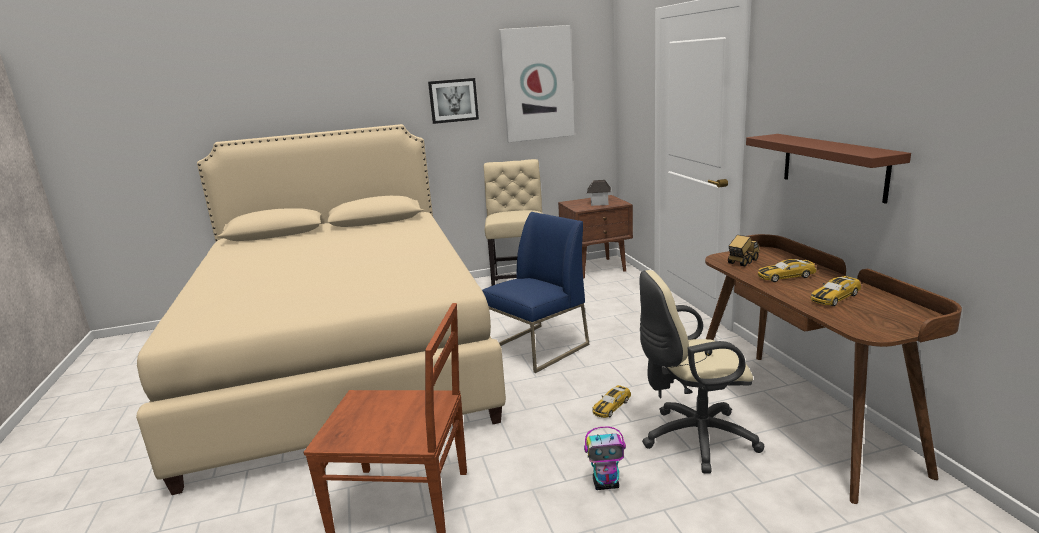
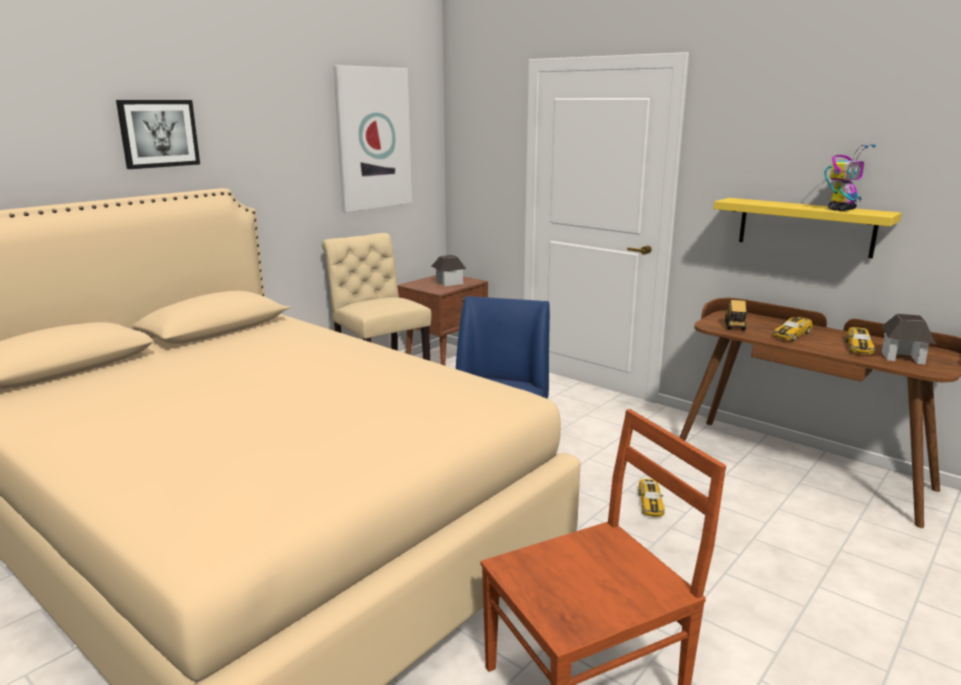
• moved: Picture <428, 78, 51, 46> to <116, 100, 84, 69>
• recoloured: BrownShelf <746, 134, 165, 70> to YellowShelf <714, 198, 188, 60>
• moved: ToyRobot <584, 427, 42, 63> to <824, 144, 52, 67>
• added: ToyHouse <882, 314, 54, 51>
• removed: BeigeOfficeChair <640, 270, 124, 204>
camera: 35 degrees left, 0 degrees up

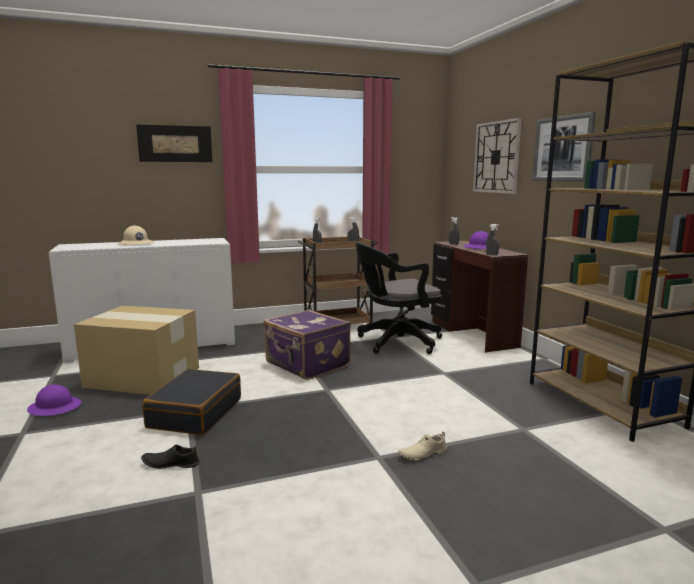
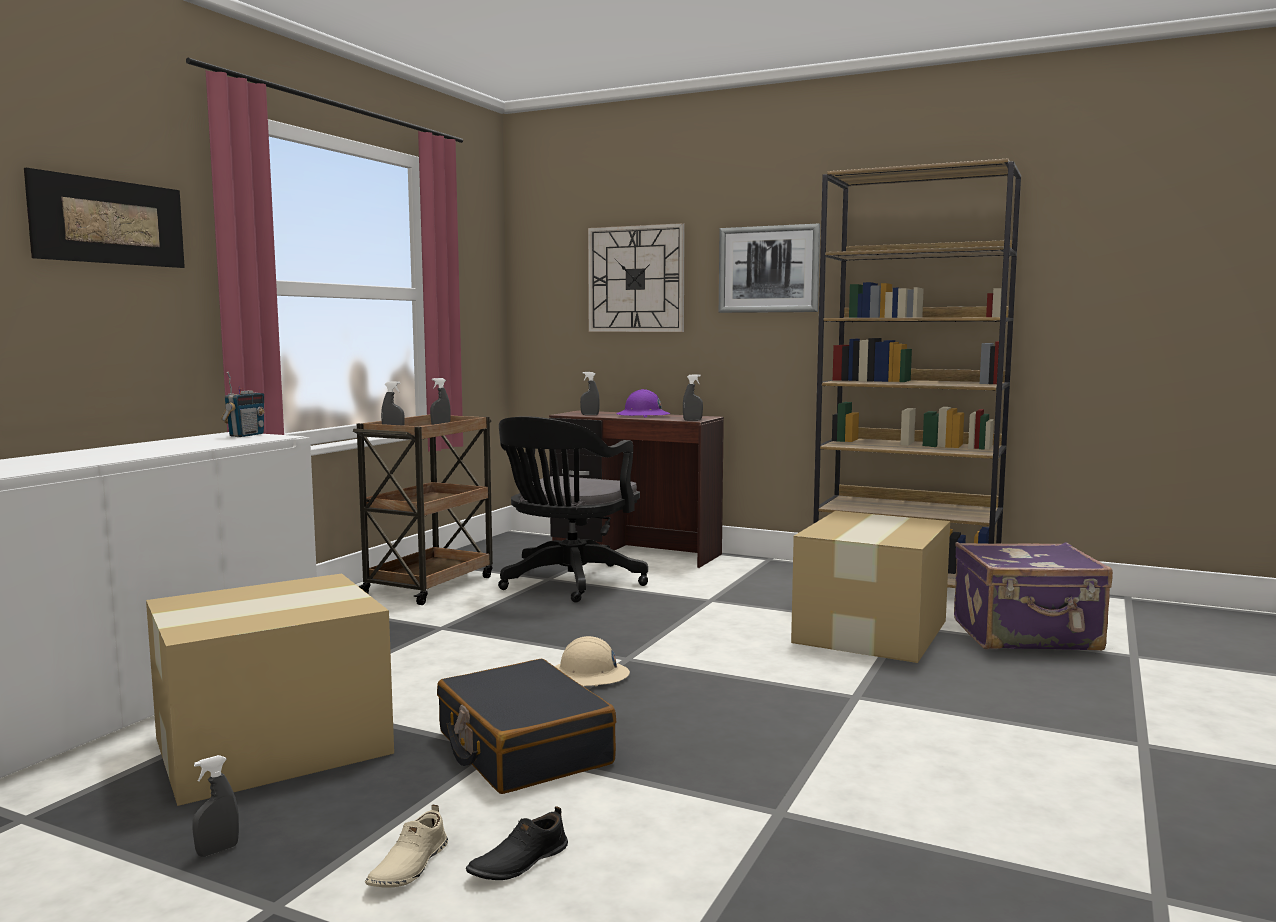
• replaced: PurpleHardHat <27, 384, 54, 32> to GreySprayBottle <192, 755, 47, 102>
• added: Radio <221, 372, 43, 65>
• moved: BeigeShoe <398, 432, 49, 29> to <365, 804, 83, 84>
• moved: BlackShoe <141, 444, 58, 25> to <466, 806, 102, 74>
• moved: BeigeHardHat <117, 225, 37, 21> to <555, 636, 75, 50>
• added: CardboardBox <791, 511, 159, 152>
• moved: PurpleSuitcase <263, 310, 88, 70> to <954, 542, 159, 109>
camera: 45 degrees left, 5 degrees down

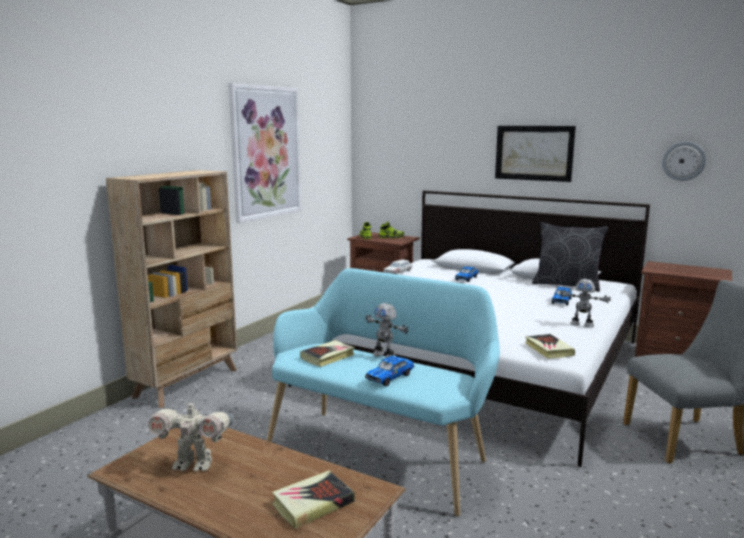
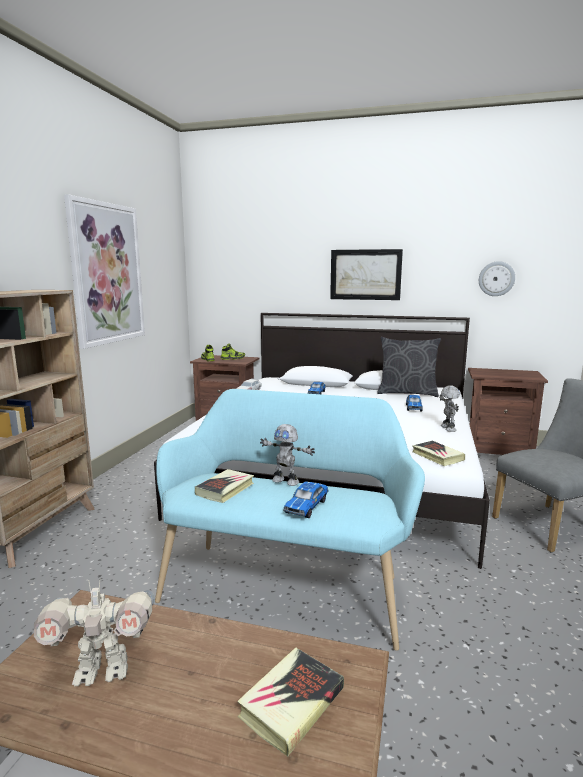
• turned: ToyRobot <559, 279, 52, 48> = <439, 385, 21, 47> 105 degrees counterclockwise
camera: 15 degrees left, 0 degrees up

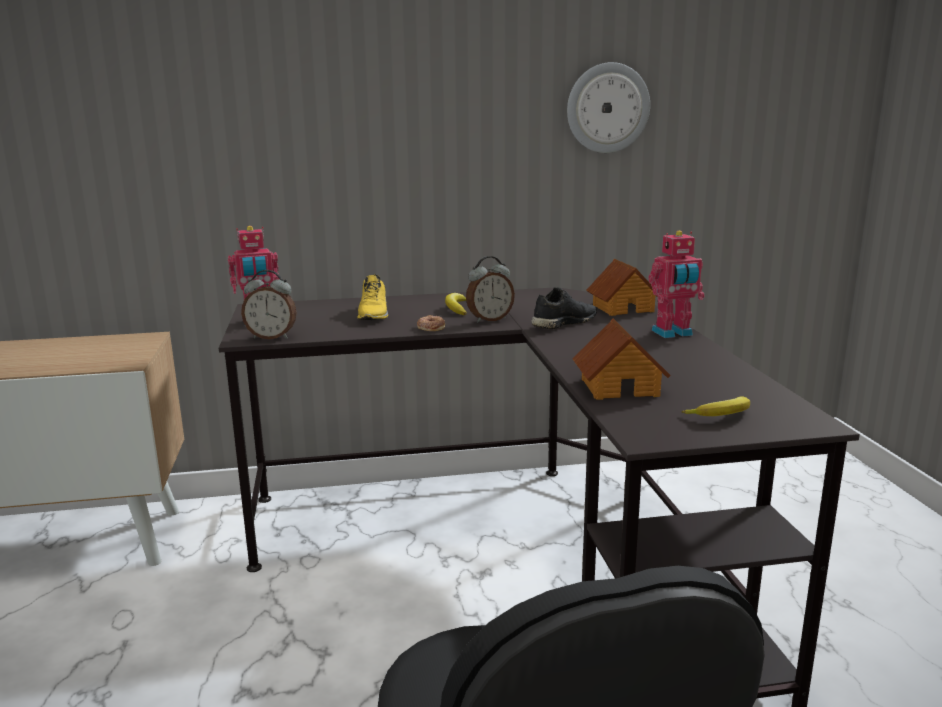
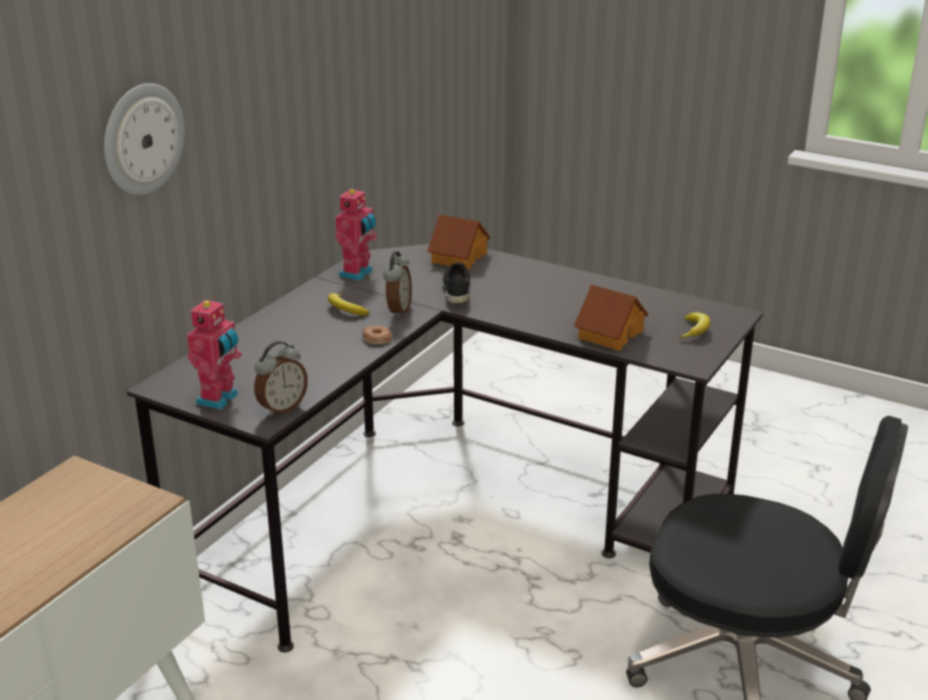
• moved: WallClock <567, 62, 83, 91> to <104, 83, 81, 112>
• moved: ToyRobot <648, 231, 57, 107> to <335, 187, 42, 94>
• removed: YellowShoe <357, 274, 31, 46>
camera: 50 degrees left, 10 degrees up

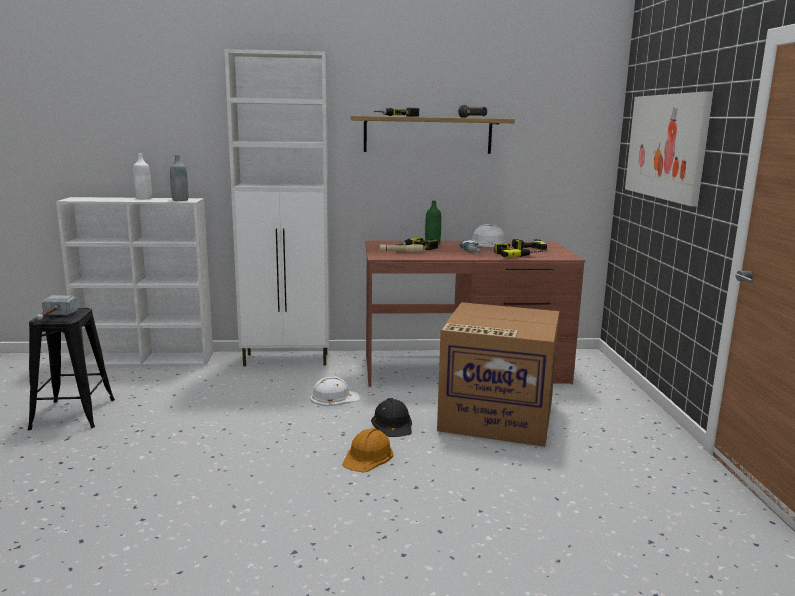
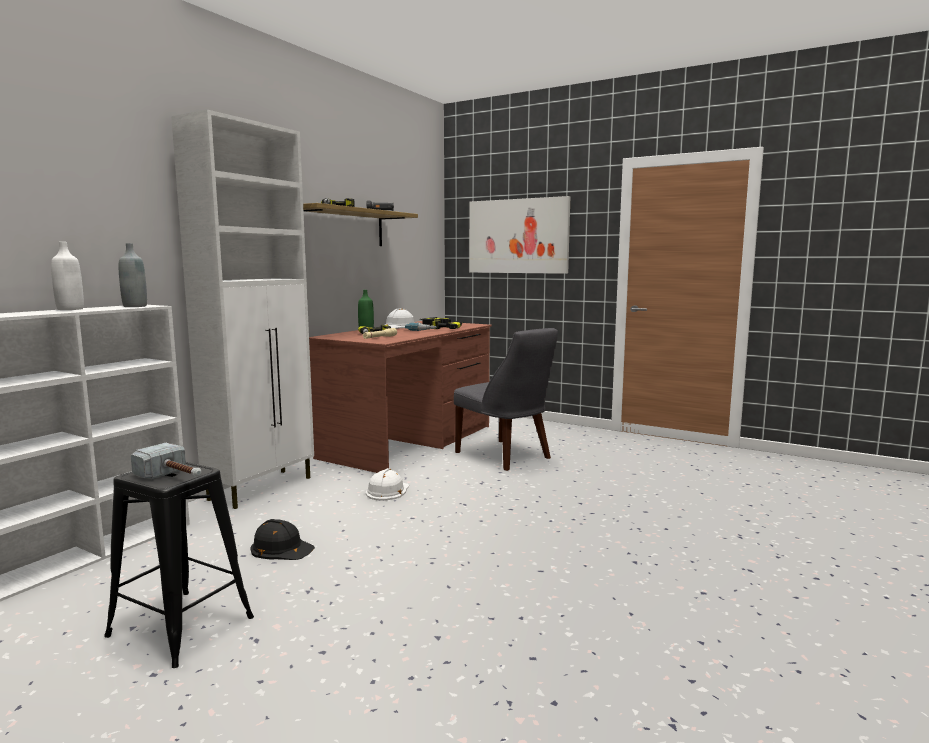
• moved: BlackHardHat <371, 398, 41, 39> to <251, 519, 64, 41>
• replaced: CardboardBox <437, 302, 122, 145> to GreyChair <454, 328, 104, 143>
• removed: OrangeHardHat <342, 428, 51, 45>
camera: 55 degrees left, 5 degrees down

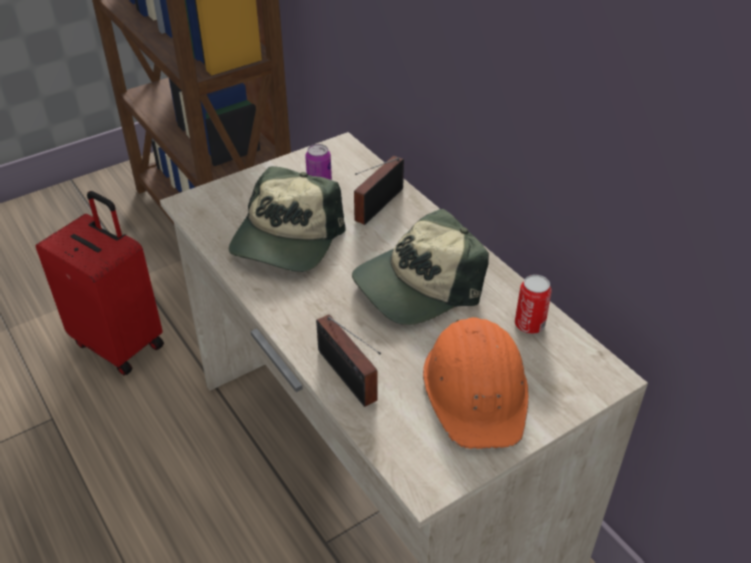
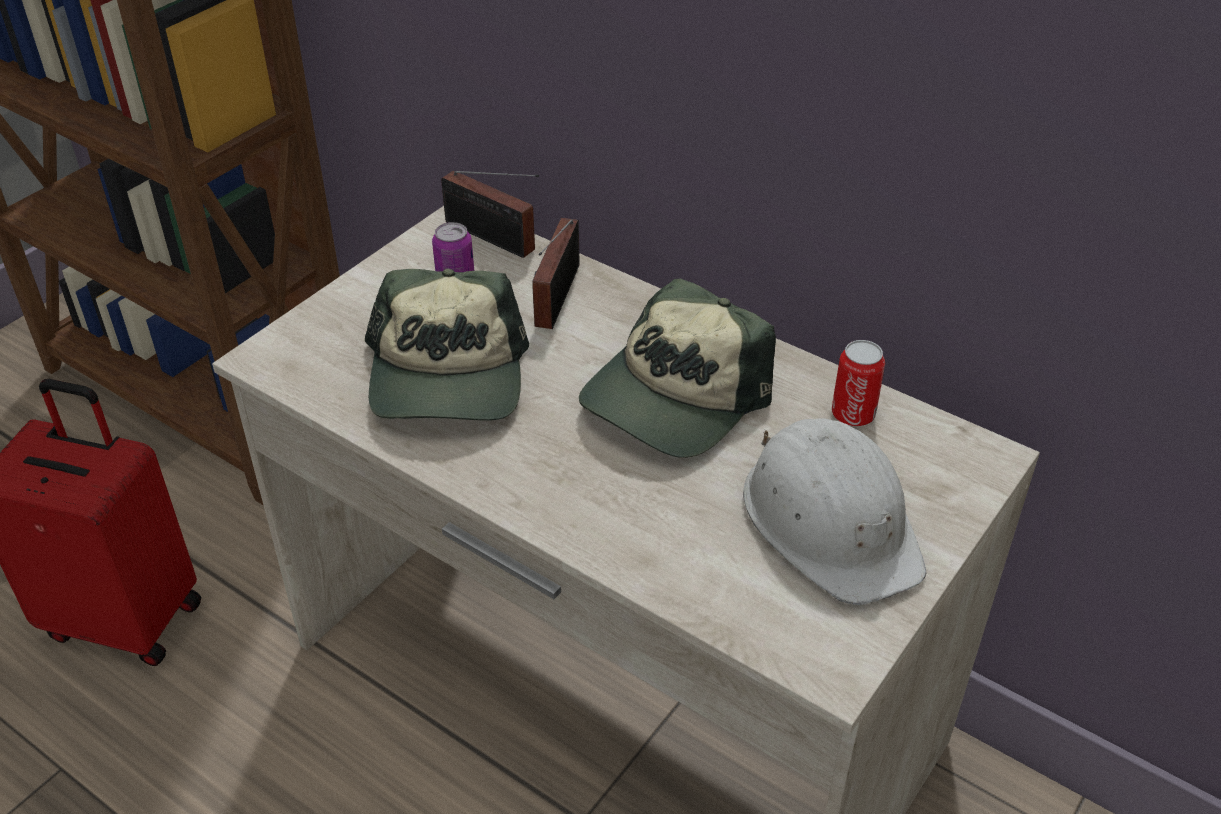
• moved: Radio <316, 314, 65, 93> to <441, 171, 98, 87>
• recoloured: OrangeHardHat <423, 317, 106, 132> to WhiteHardHat <743, 418, 183, 187>
camera: 20 degrees left, 0 degrees up

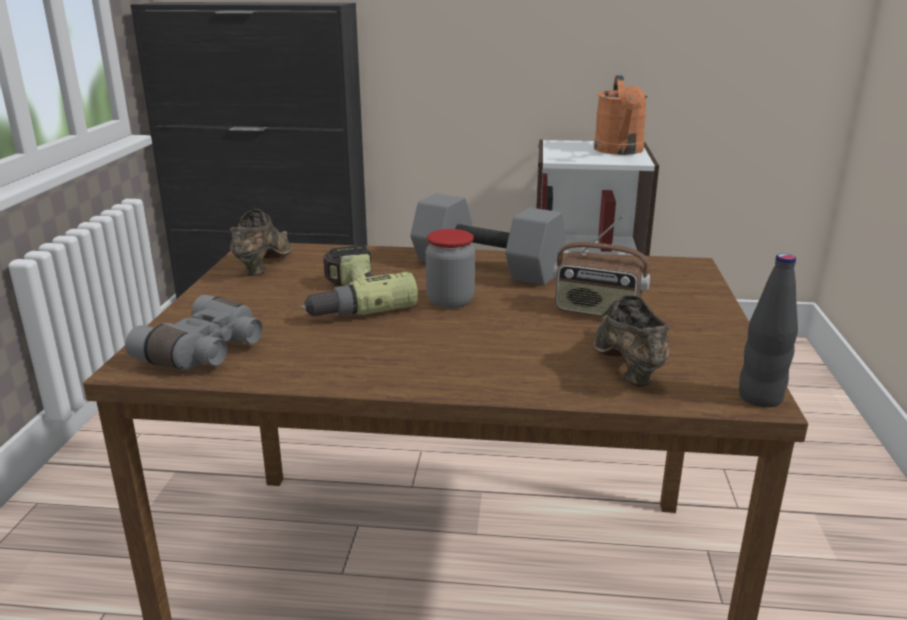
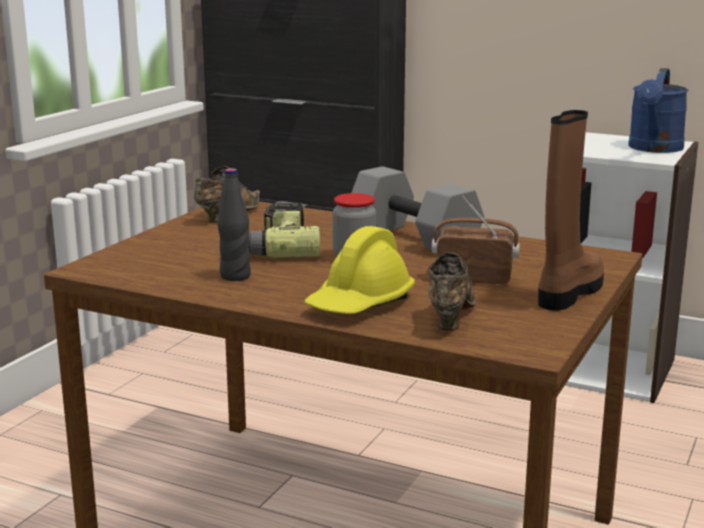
• moved: BlackBottle <739, 253, 59, 154> to <218, 168, 33, 113>
• added: YellowHardHat <304, 226, 111, 88>
• turned: Radio <553, 215, 97, 101> = <432, 196, 88, 89> 150 degrees clockwise
• added: BrownBoot <538, 110, 66, 201>
• recoloured: OrangeWateringCan <594, 76, 54, 79> to BlueWateringCan <628, 68, 60, 85>
• removed: GreyBinoculars <125, 295, 138, 75>
camera: 20 degrees right, 5 degrees down

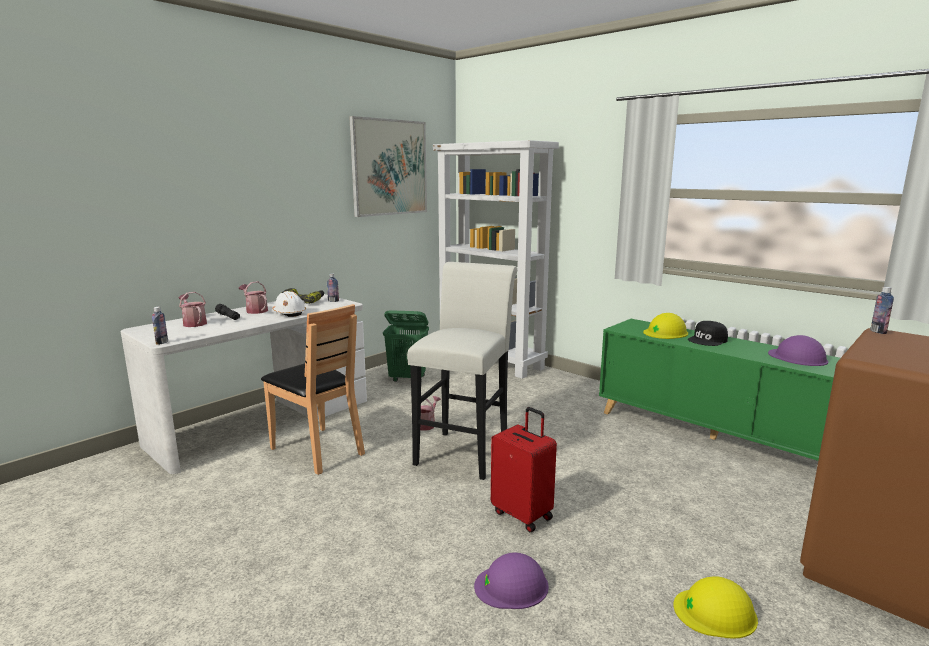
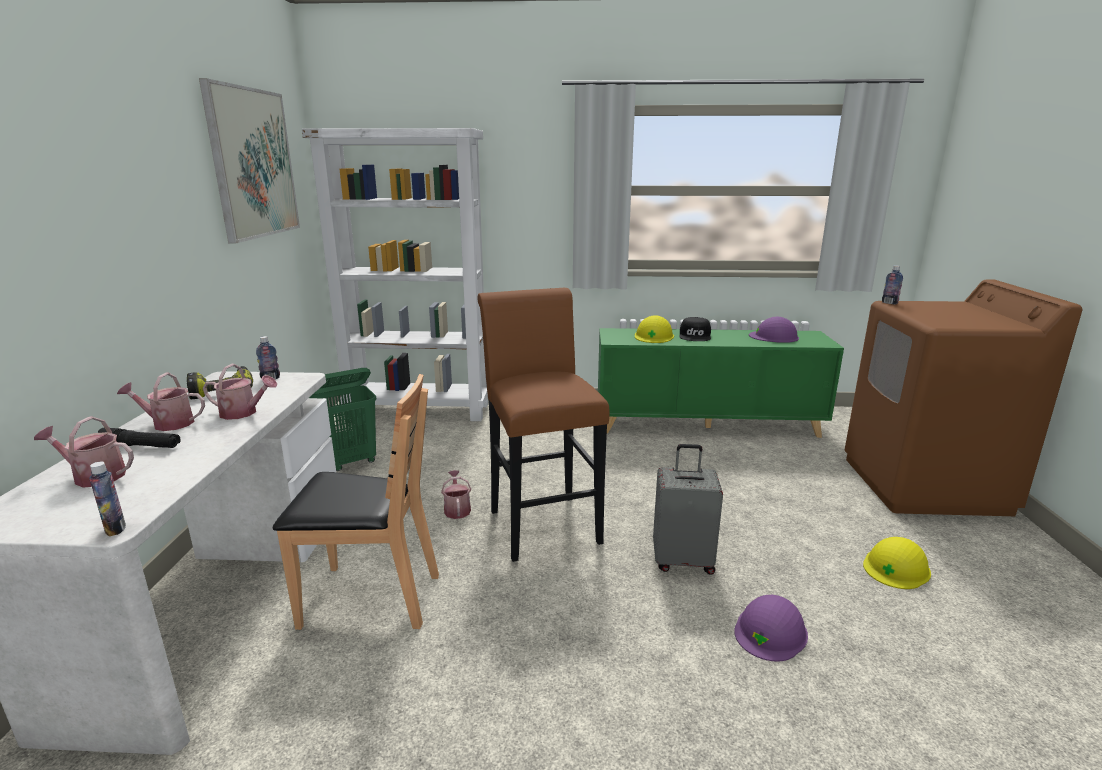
• replaced: WhiteHardHat <272, 291, 34, 26> to WateringCan <203, 364, 74, 56>
• recoloured: WhiteStool <407, 262, 110, 218> to BrownStool <477, 288, 132, 274>
• recoloured: RedSuitcase <491, 407, 66, 125> to GreySuitcase <653, 444, 70, 131>
camera: 40 degrees left, 5 degrees up

